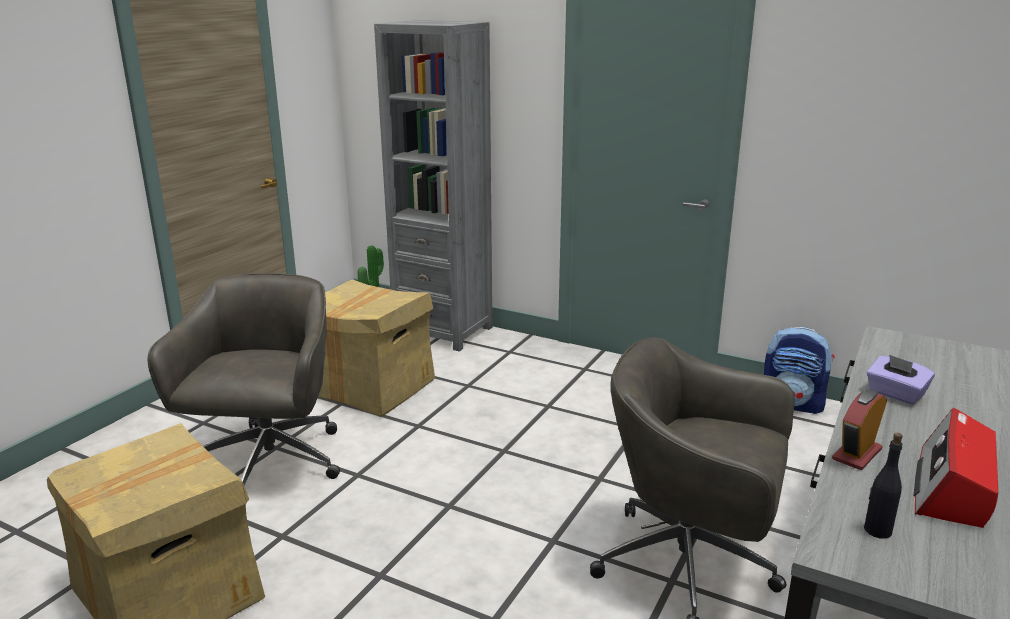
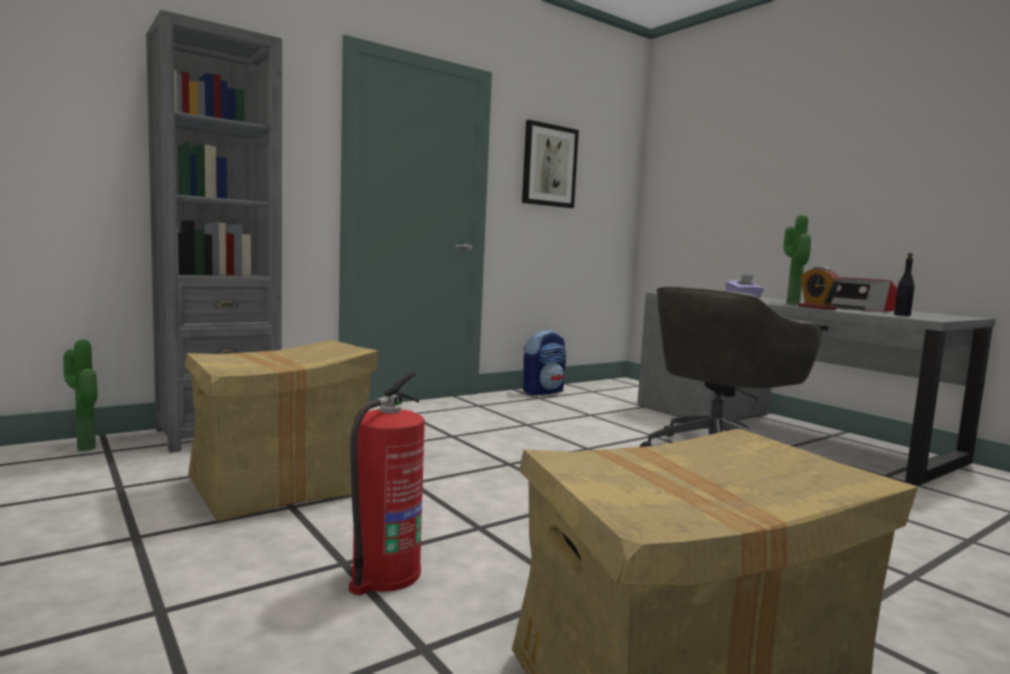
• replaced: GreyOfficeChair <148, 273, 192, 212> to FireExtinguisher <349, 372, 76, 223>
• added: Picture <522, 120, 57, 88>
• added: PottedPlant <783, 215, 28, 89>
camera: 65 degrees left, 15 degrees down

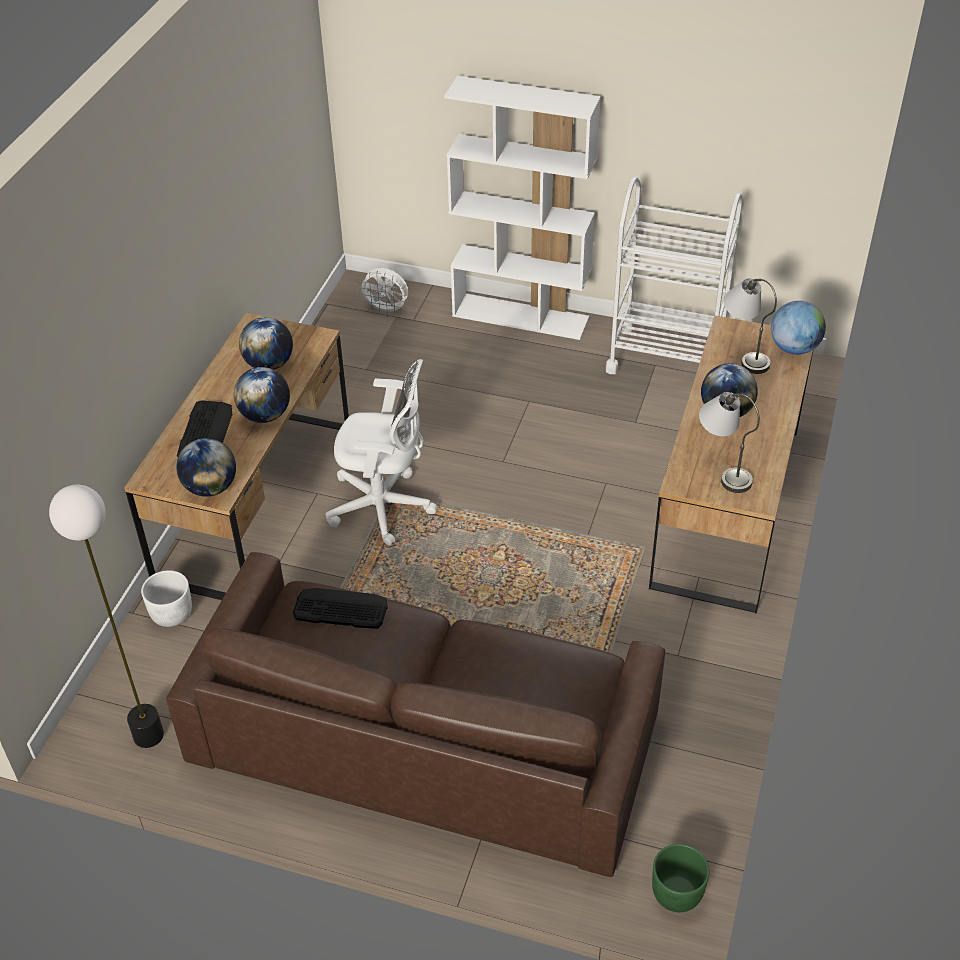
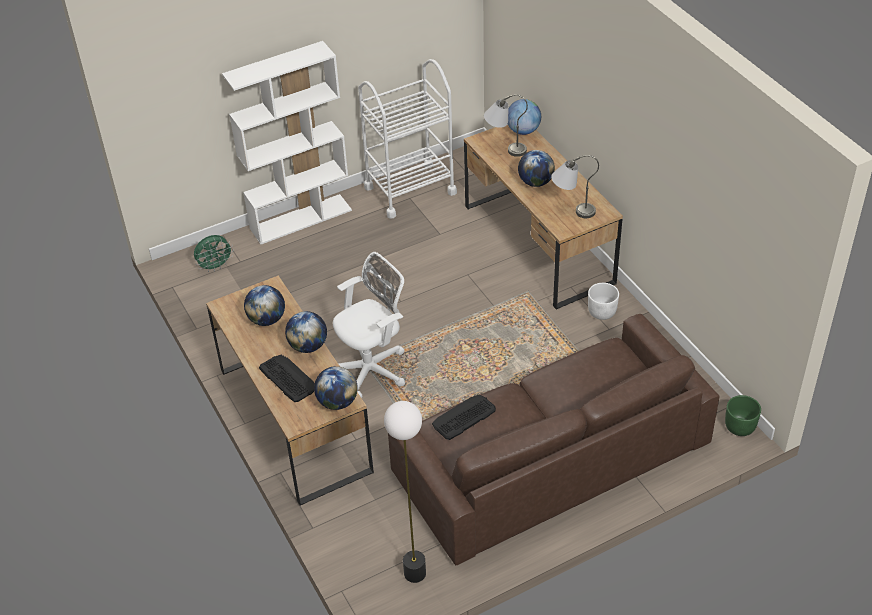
• recoloured: WhiteFan <358, 268, 50, 47> to GreenFan <194, 235, 40, 37>
• moved: WhitePlanter <141, 570, 51, 57> to <588, 283, 31, 37>
camera: 45 degrees left, 0 degrees up

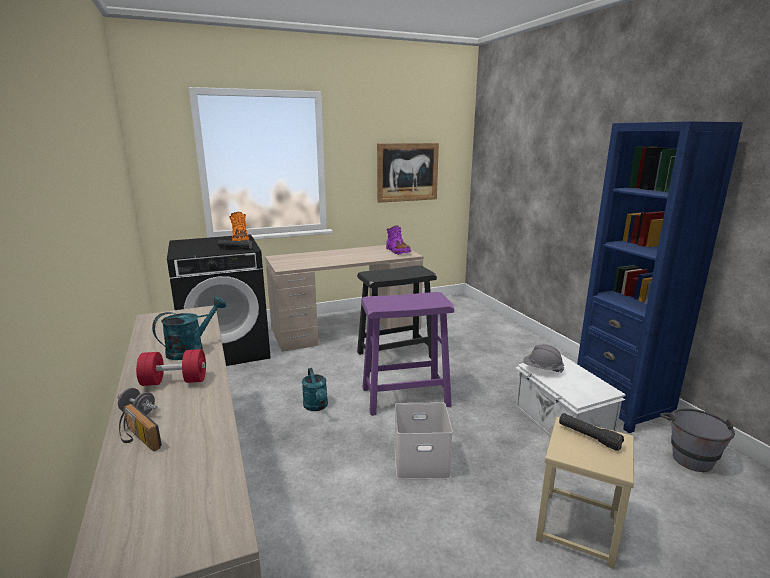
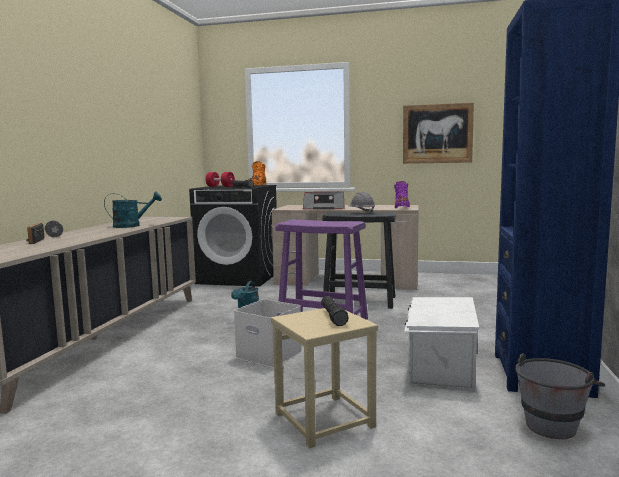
• moved: RedDumbbell <136, 349, 70, 37> to <206, 172, 29, 15>
• added: Radio <303, 192, 41, 17>
• moved: GreyHardHat <523, 344, 41, 29> to <349, 192, 26, 22>
camera: 35 degrees right, 10 degrees down

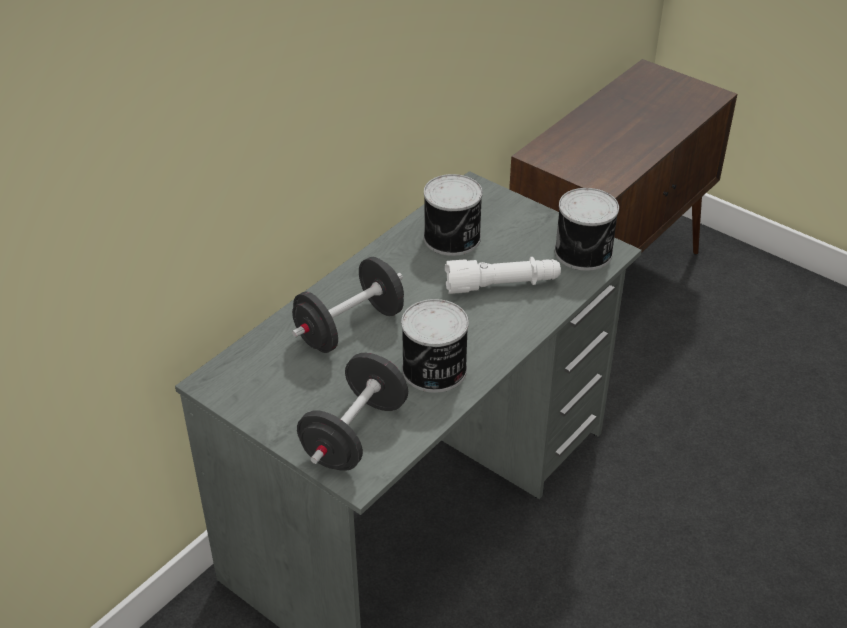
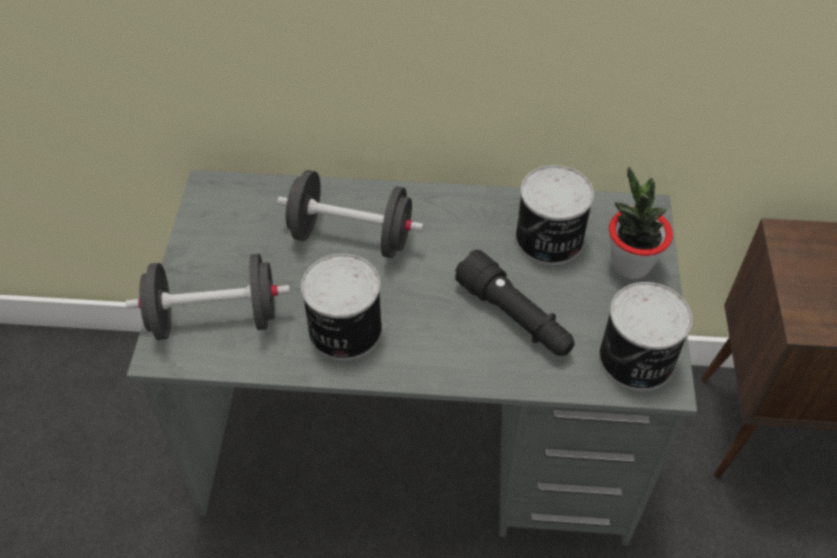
• recoloured: WhiteFlashlight <445, 257, 116, 37> to BlackFlashlight <455, 249, 120, 107>
• added: PottedPlant <609, 167, 64, 112>
camera: 55 degrees right, 10 degrees up

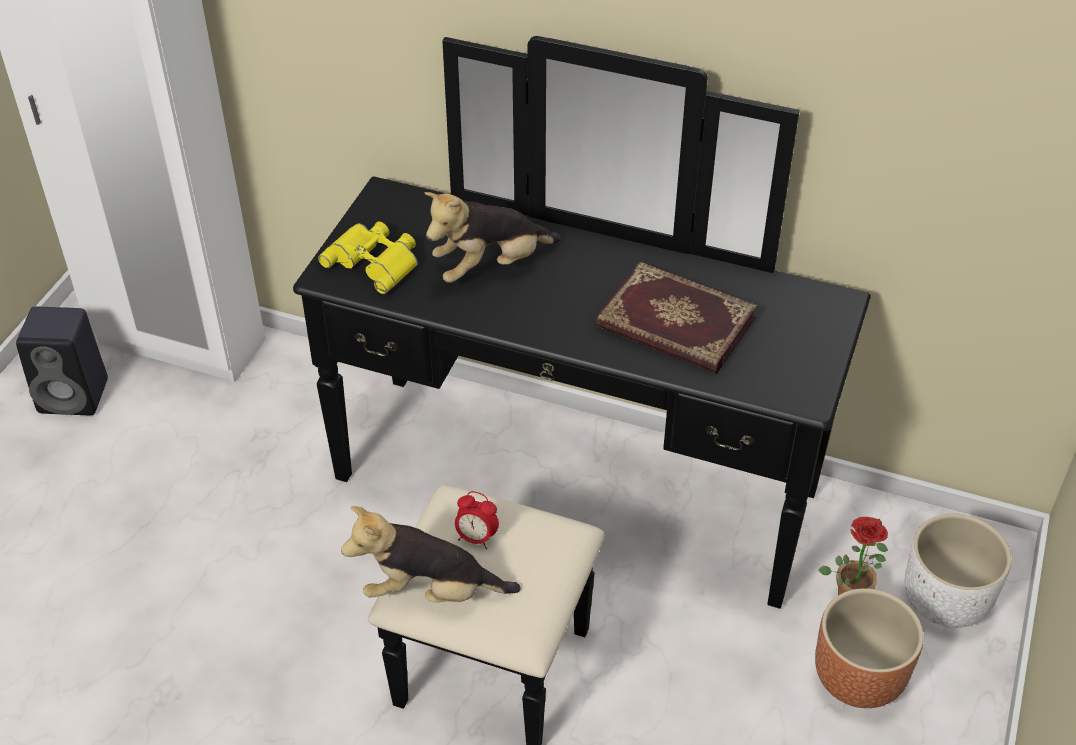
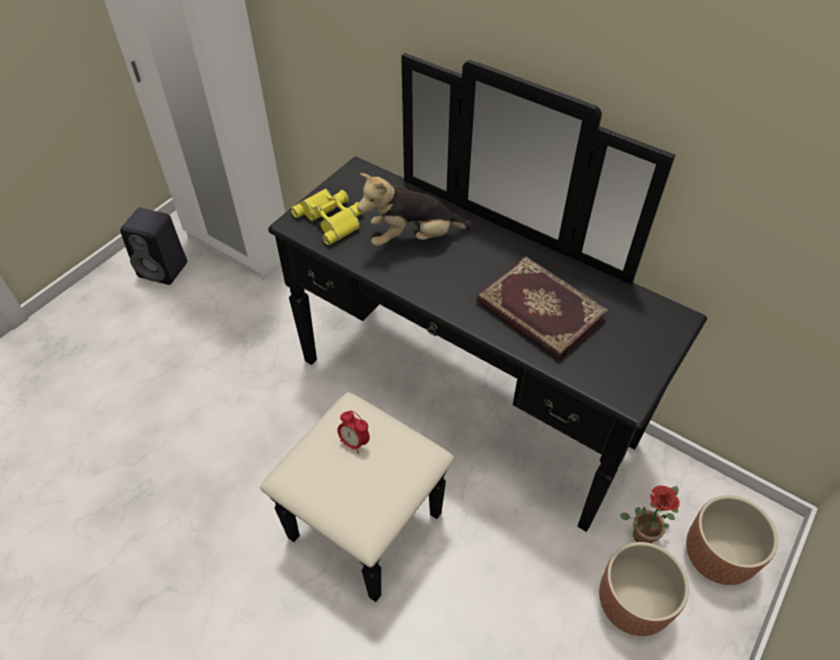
• recoloured: WhitePlanter <905, 514, 106, 114> to BrownPlanter <686, 495, 92, 90>
• removed: PlushToy <341, 506, 180, 97>
camera: 15 degrees right, 5 degrees up

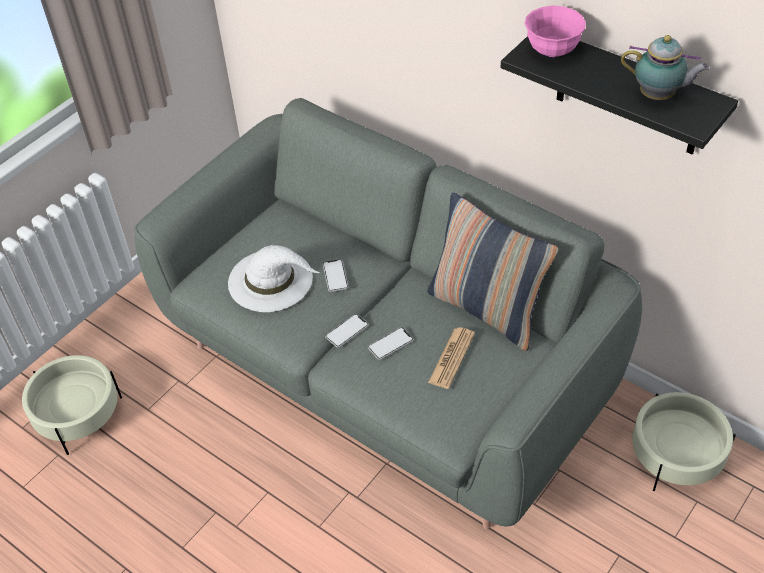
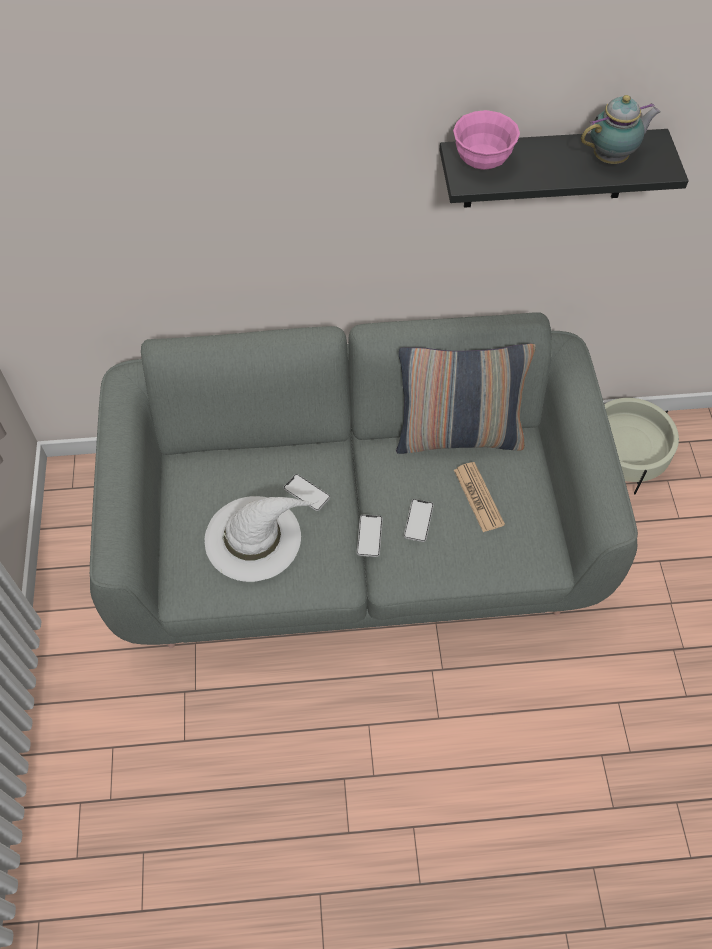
• removed: BeigePlanter <22, 355, 100, 100>
camera: 45 degrees left, 10 degrees up

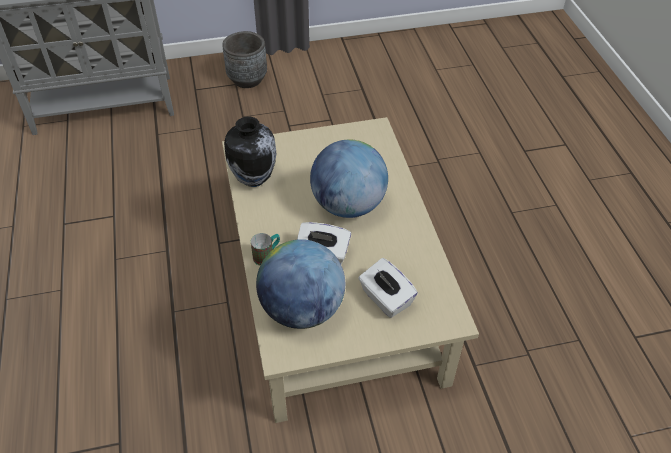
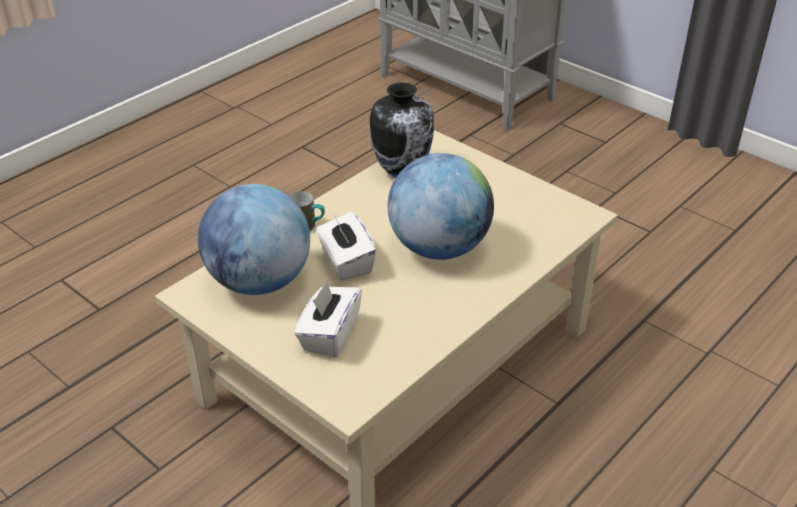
• removed: GreyPlanter <222, 31, 45, 57>
camera: 55 degrees right, 10 degrees down

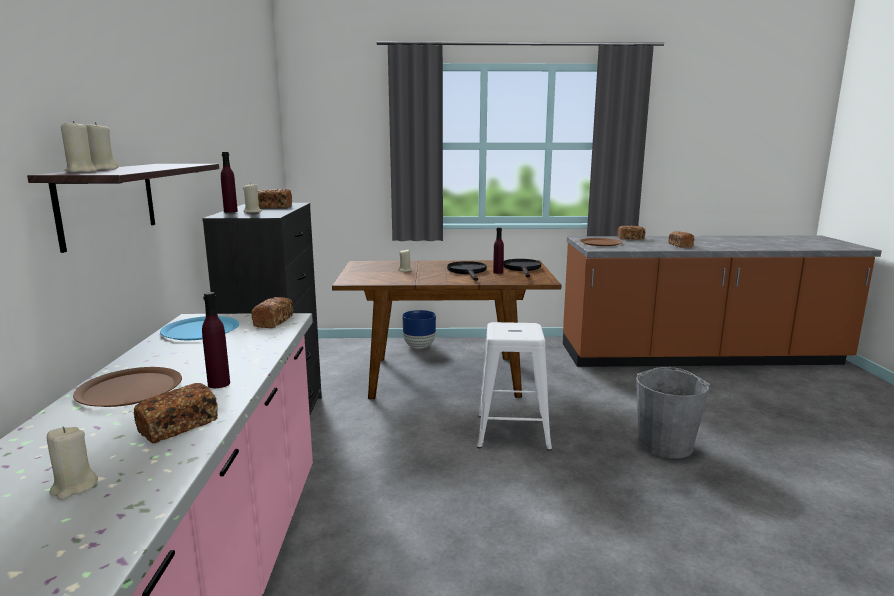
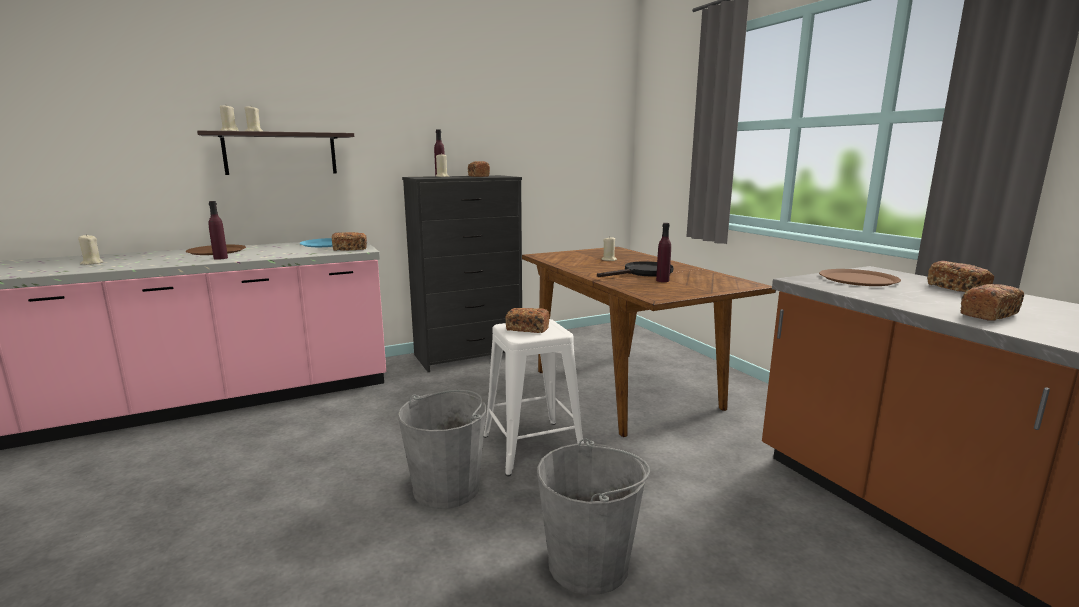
• added: GreyBucket <397, 390, 89, 119>
• moved: Bread <134, 383, 84, 61> to <505, 308, 44, 25>
• removed: BluePlanter <402, 310, 34, 38>
• removed: BlackFryingPan <503, 259, 38, 18>
camera: 65 degrees right, 0 degrees up

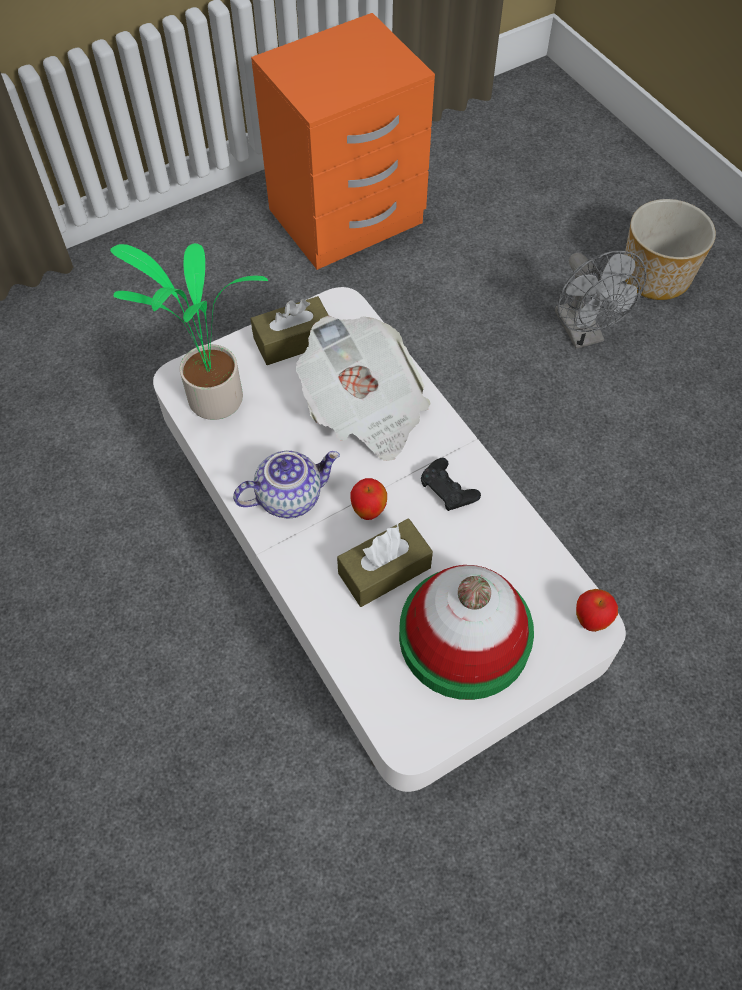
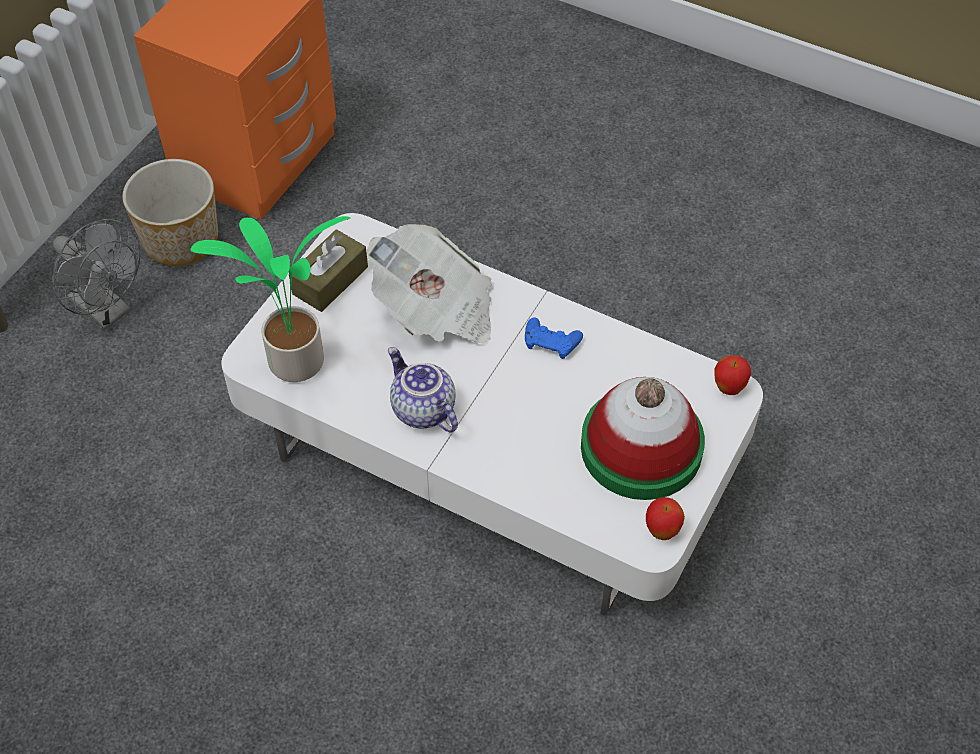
• moved: GreyFan <555, 251, 92, 98> to <52, 219, 88, 110>
• moved: Planter <625, 199, 91, 101> to <122, 159, 96, 107>
• turned: Teapot <233, 451, 107, 67> = <388, 347, 70, 86> 75 degrees counterclockwise
• recoloured: BlackGameController <421, 458, 60, 53> to BlueGameController <525, 318, 58, 41>
• moved: Apple <350, 478, 37, 42> to <646, 497, 39, 43>
• removed: BrownTissueBox <337, 519, 96, 88>
camera: 30 degrees left, 5 degrees down

